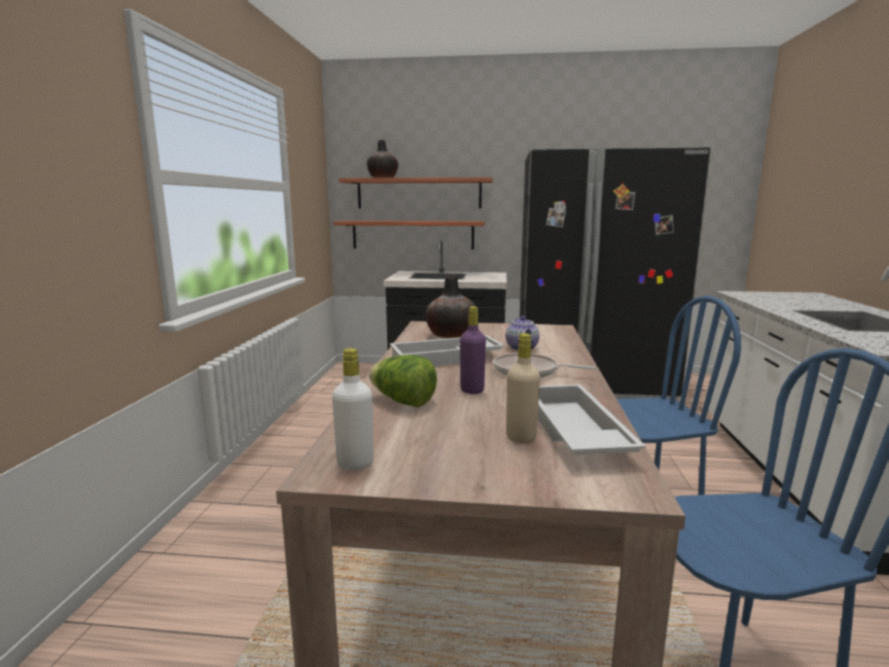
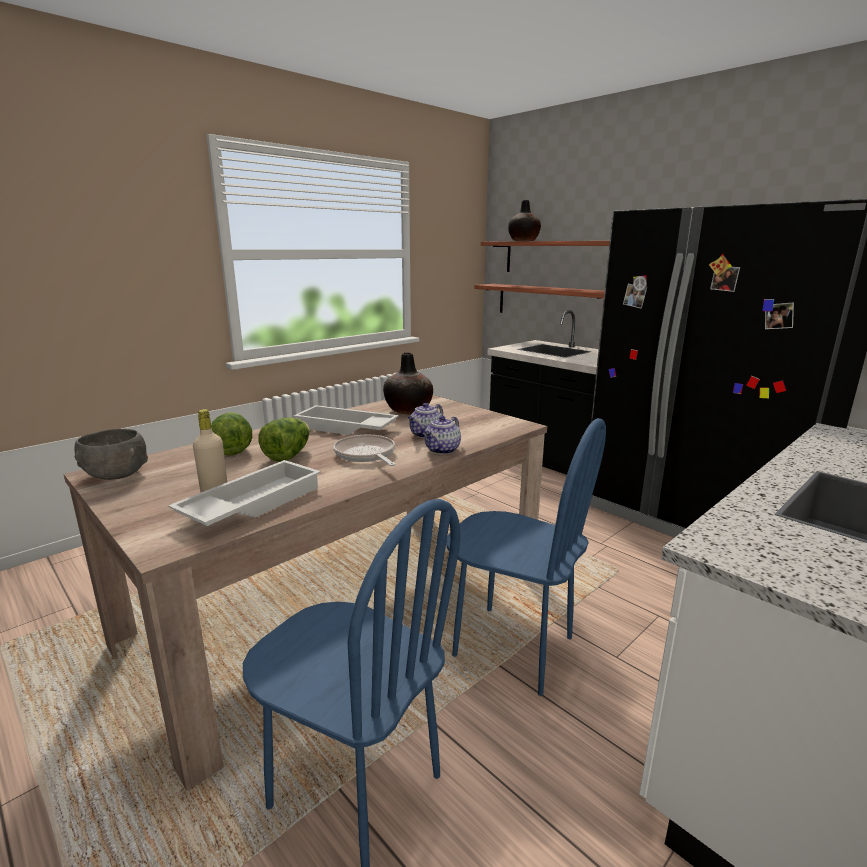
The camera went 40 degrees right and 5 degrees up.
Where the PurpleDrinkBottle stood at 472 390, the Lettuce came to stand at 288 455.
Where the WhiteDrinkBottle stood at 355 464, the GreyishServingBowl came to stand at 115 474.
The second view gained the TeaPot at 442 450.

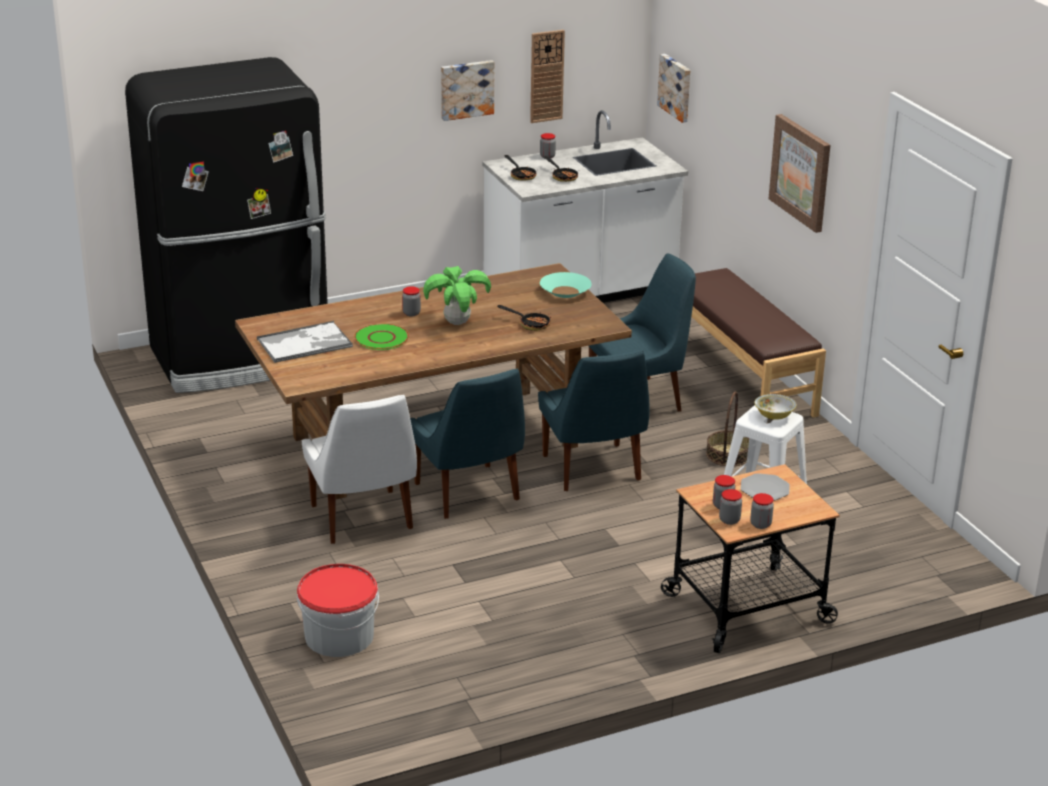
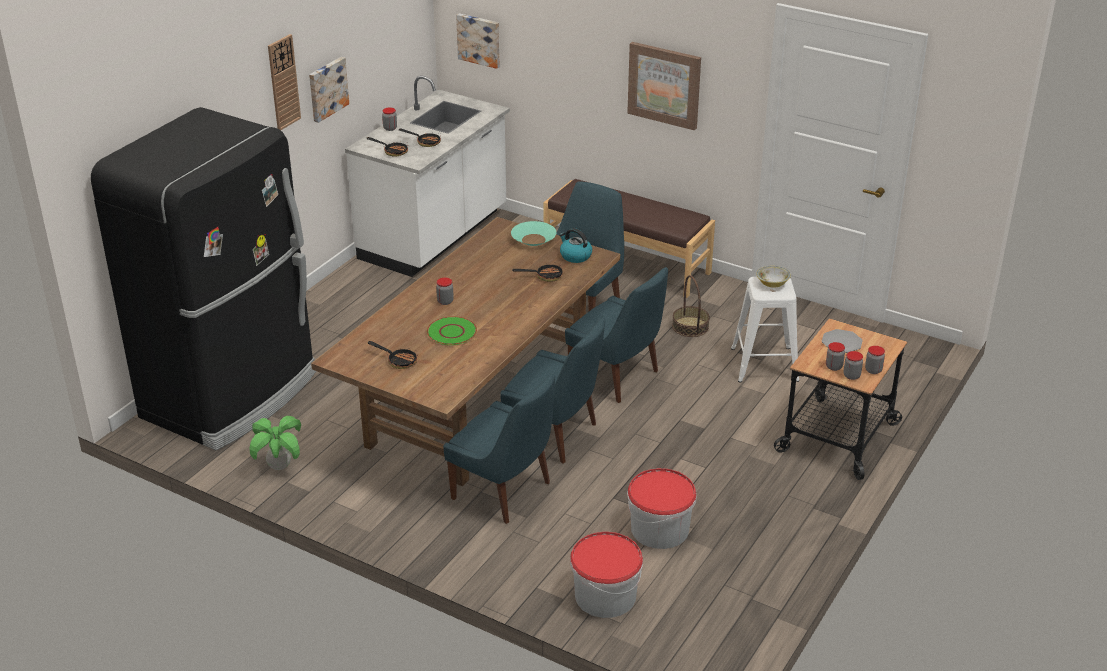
The camera went 35 degrees left and 5 degrees up.
The ClockOnTheWall ended up elsewhere, having gone from 546 76 to 283 82.
The Houseplant ended up elsewhere, having gone from 457 323 to 279 466.
Where the ServingTray stood at 305 343, the Pan came to stand at 398 360.
What was the WhiteChair at 363 519 turned into the BlueChair at 504 492.
The second view gained the TeaKettle at 575 256.
The second view gained the Bucket at 660 529.

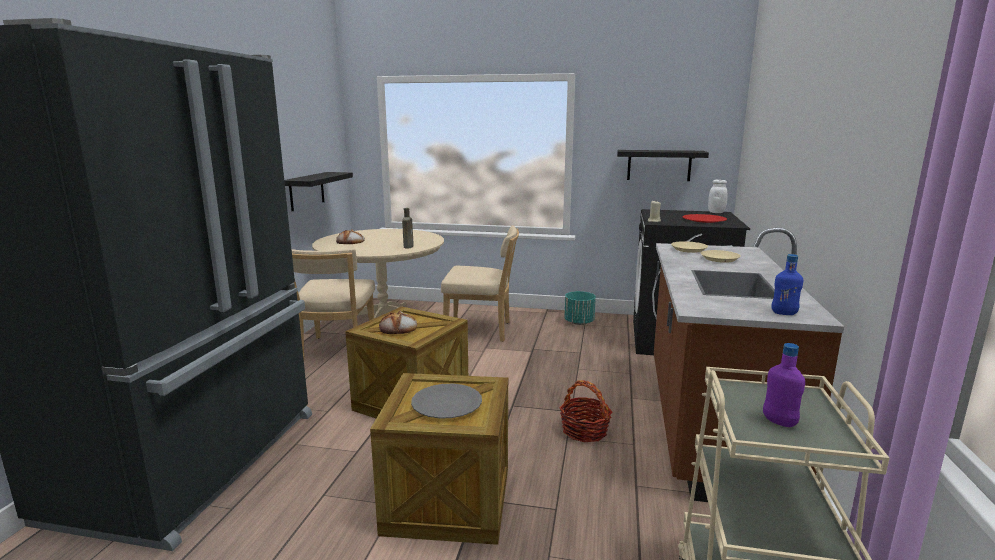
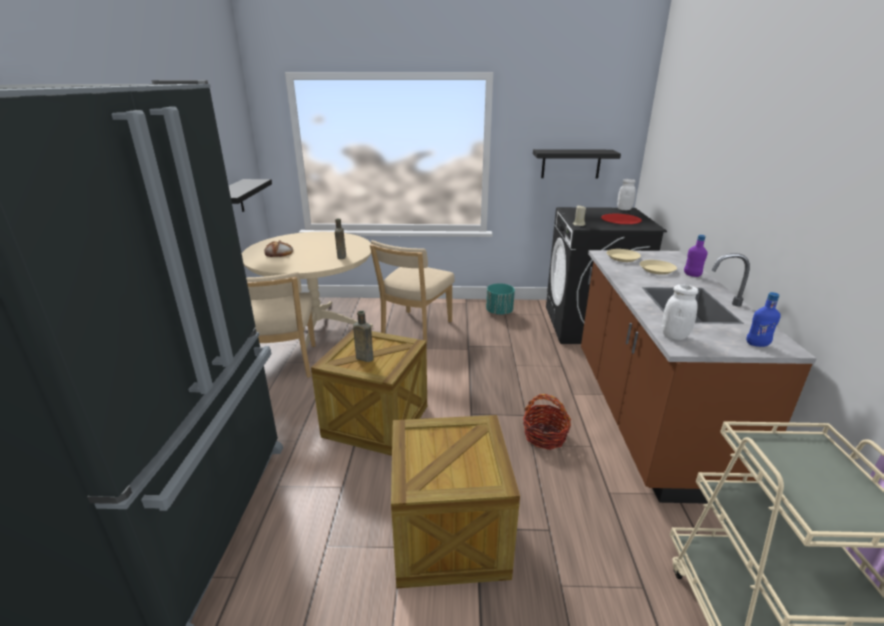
The camera went 10 degrees left and 10 degrees up.
The BeigeColouredChair at 481 331 ended up facing another way, 120 degrees clockwise from before.
Where the BakedBread stood at 398 328, the BrownDrinkBottle came to stand at 363 358.
The PurpleDrinkBottle ended up elsewhere, having gone from 779 422 to 692 275.
The second view lost the GreyishFlatDish at 447 403.
The second view gained the WhiteStorageJar at 674 336.

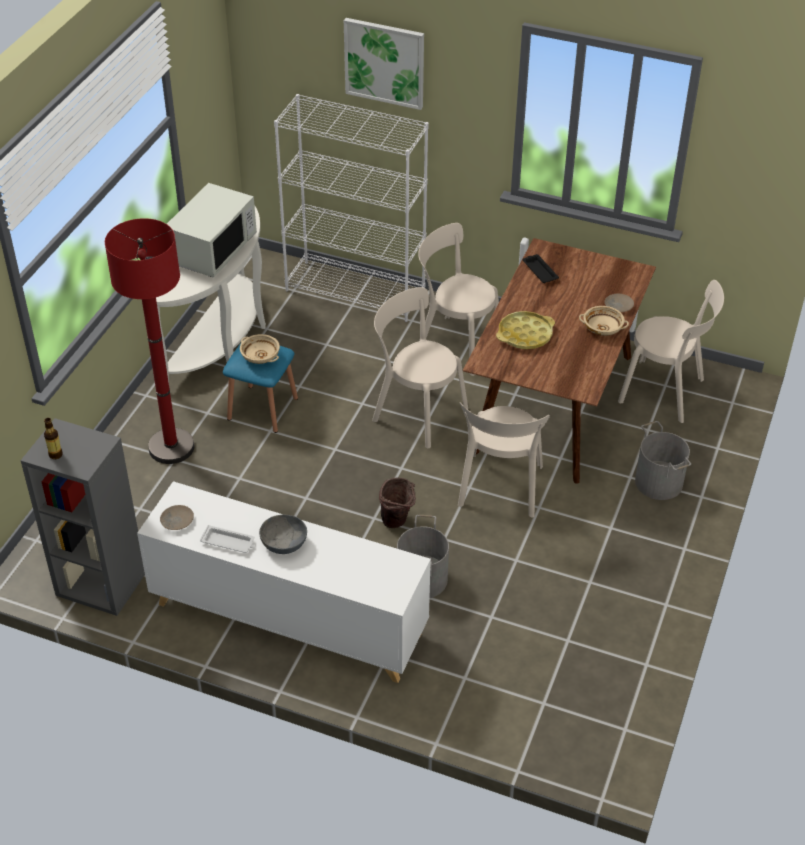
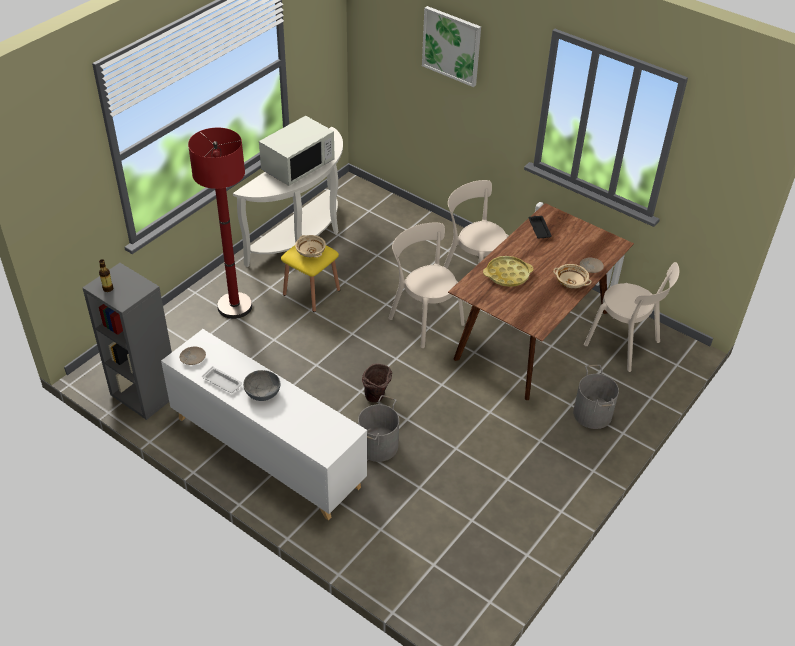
The camera went 15 degrees right and 0 degrees up.
The second view lost the WhiteShelvingUnit at 356 291.
What was the BlueSittingStool at 262 408 turned into the YellowSittingStool at 311 292.
The second view lost the BeigeColouredChair at 500 489.

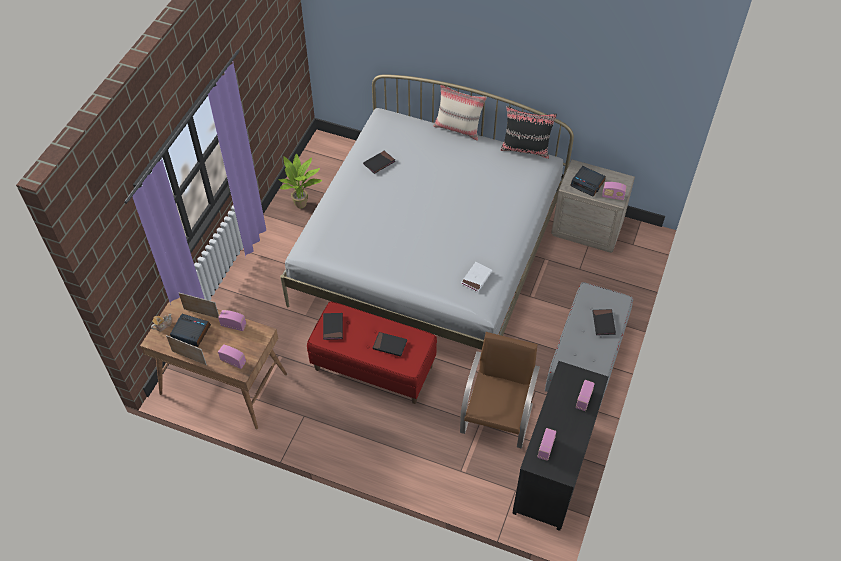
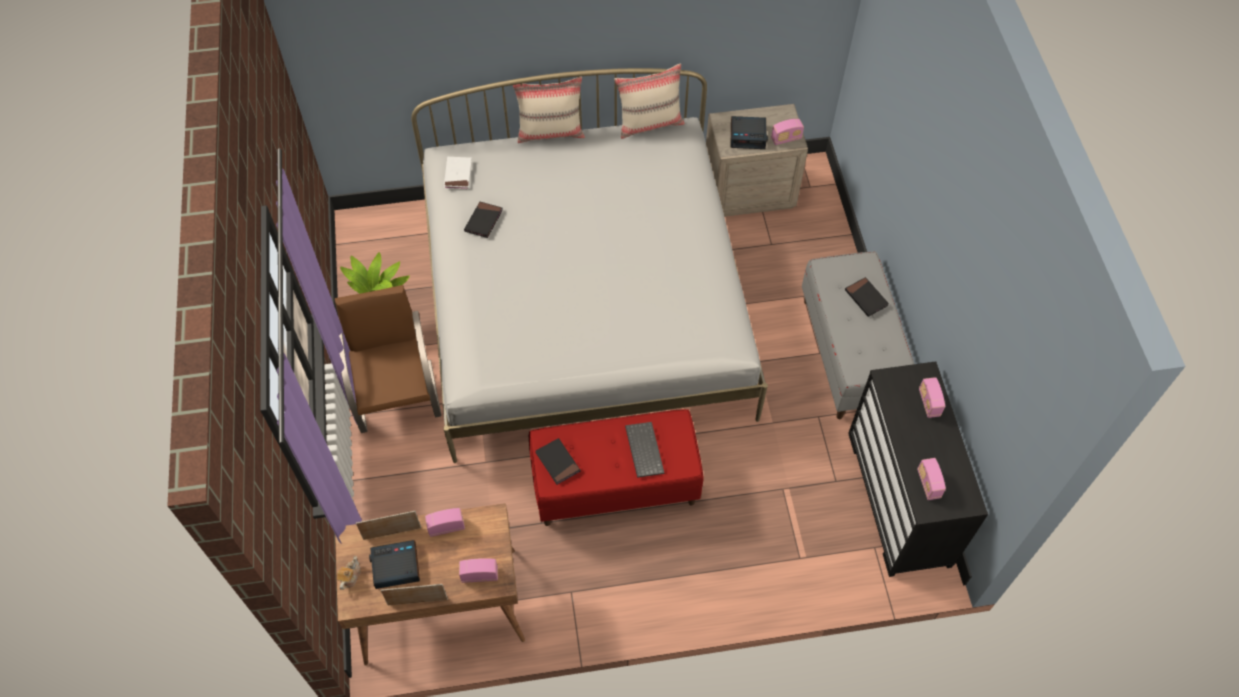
The camera went 30 degrees left and 5 degrees up.
What was the BlackThrowPillow at 526 149 turned into the BeigeColouredThrowPillow at 650 123.
The WhiteBook ended up elsewhere, having gone from 476 278 to 458 174.
Where the BlackBook stood at 389 345, the Keyboard came to stand at 643 449.
The BrownChair ended up elsewhere, having gone from 497 417 to 397 395.

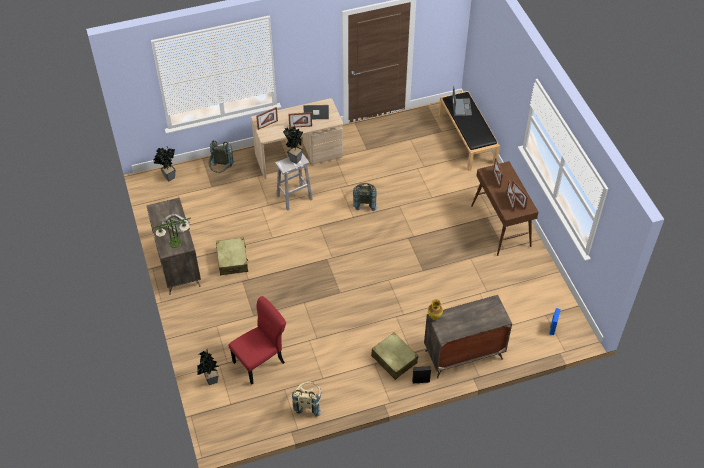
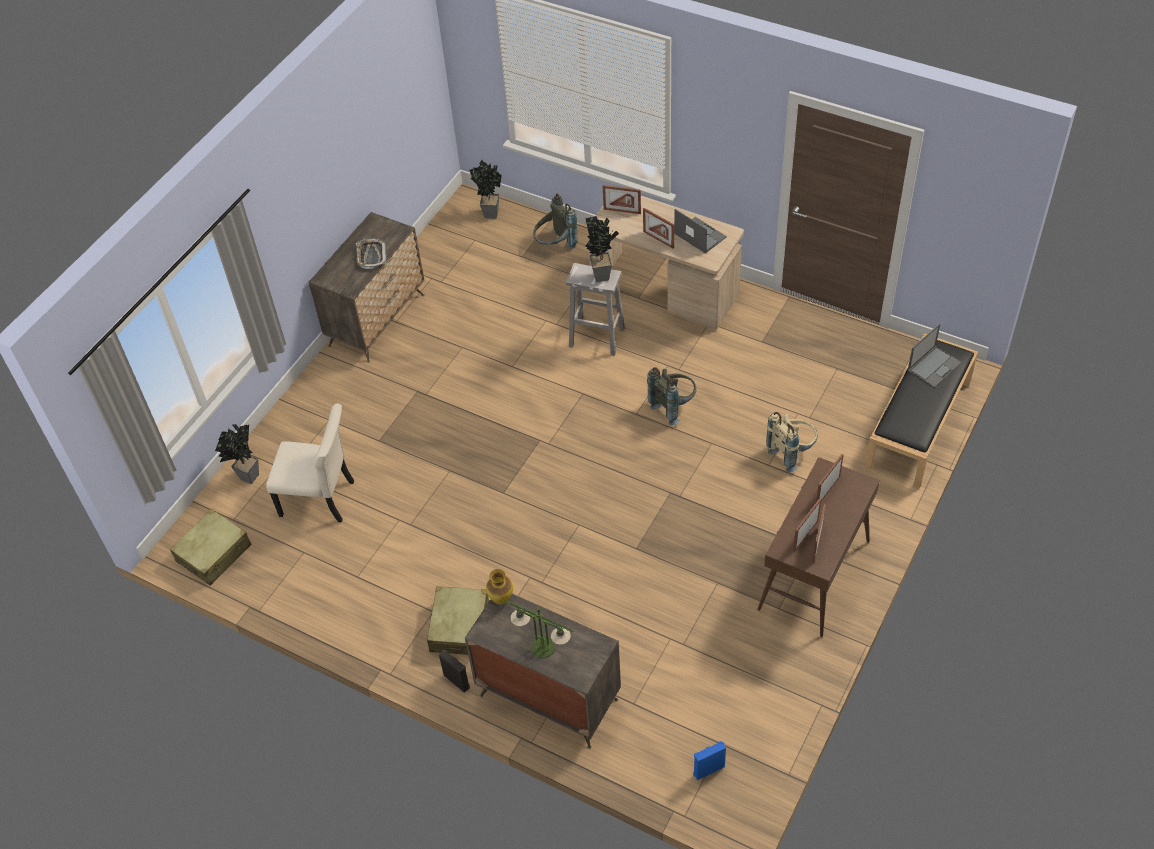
The camera went 50 degrees right and 0 degrees up.
The TableLamp ended up elsewhere, having gone from 175 243 to 542 647.
The BeigeColouredPieceOfLuggage ended up elsewhere, having gone from 232 260 to 214 553.
What was the RedColouredChair at 260 361 turned into the BeigeColouredChair at 320 499.
The BeigeColouredBackpack ended up elsewhere, having gone from 308 404 to 792 452.

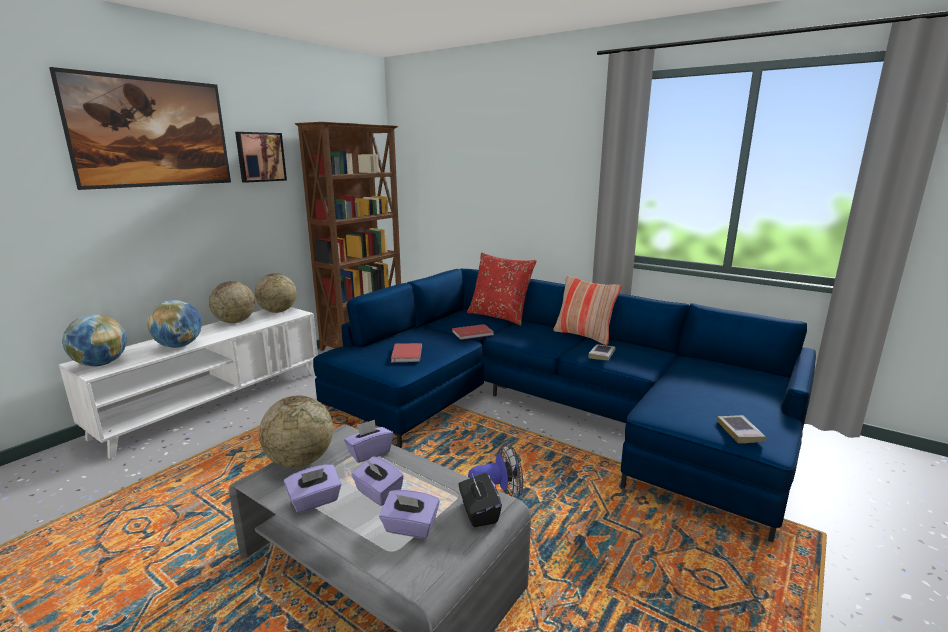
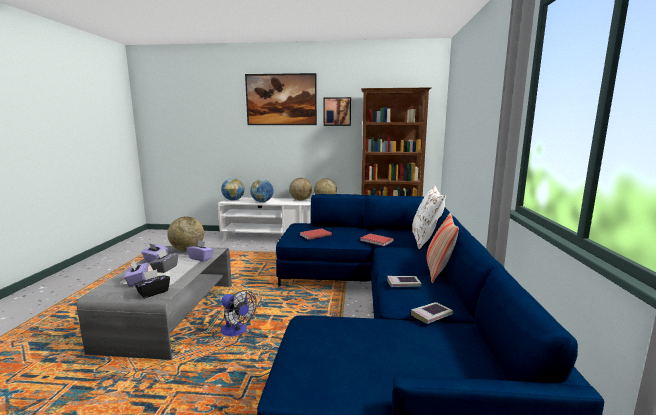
The camera went 60 degrees right and 5 degrees down.
What was the RedColouredThrowPillow at 499 316 turned into the WhiteThrowPillow at 425 240.
The Book ended up elsewhere, having gone from 740 432 to 431 315.
What was the PurpleTissueBox at 378 493 turned into the GreyishTissueBox at 165 268.

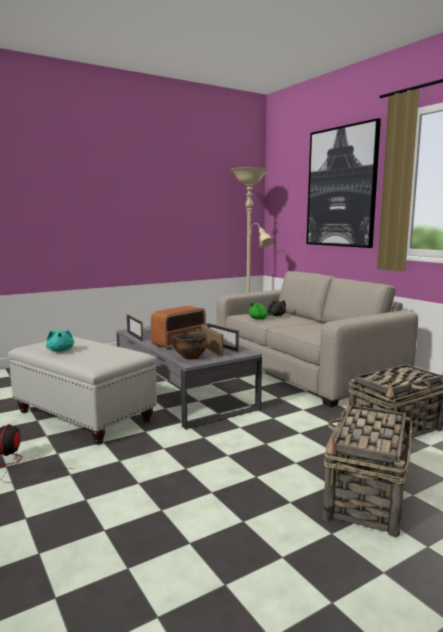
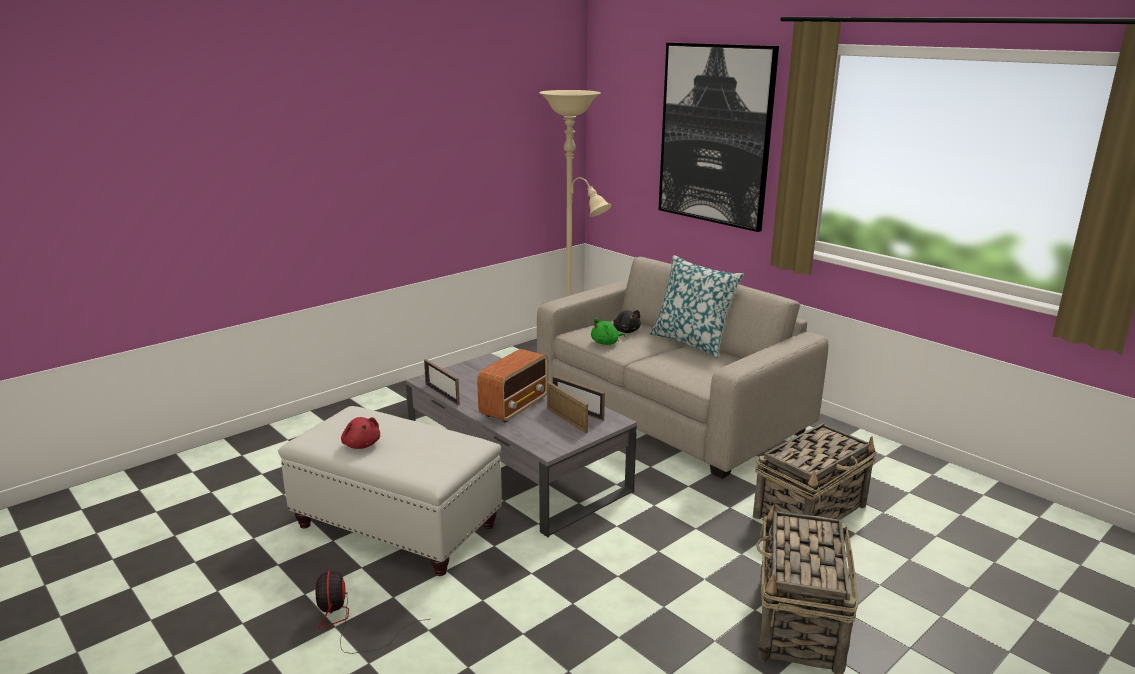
The camera went 10 degrees left and 10 degrees up.
What was the BlueGreenCuddlyToy at 60 350 turned into the RedColouredCuddlyToy at 361 444.
The second view lost the ServingBowl at 190 357.
The second view gained the ThrowPillow at 692 342.

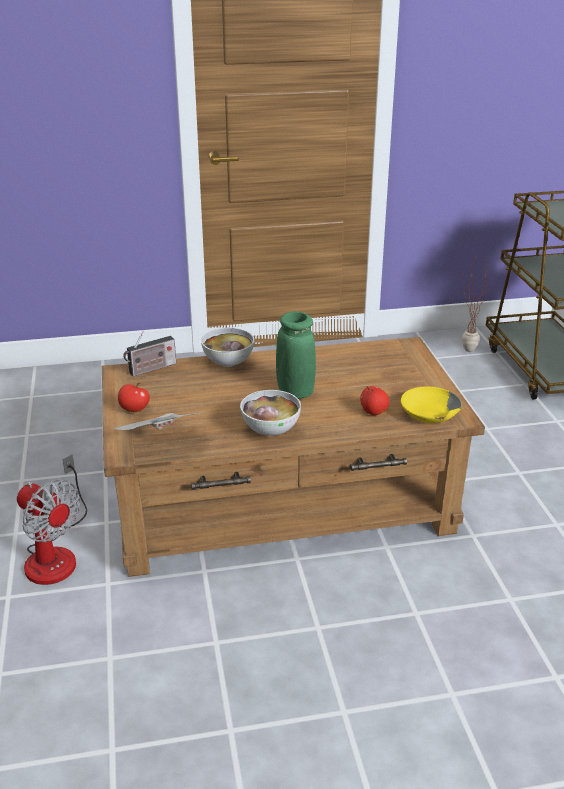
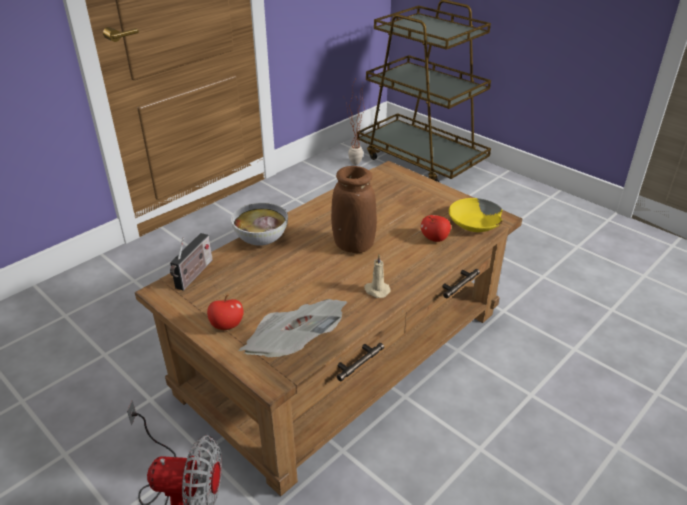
The camera went 35 degrees left and 5 degrees up.
What was the GreenColouredVase at 295 392 turned into the BrownVase at 353 246.
Where the ServingBowl stood at 271 430, the BeigeColouredWaxLight came to stand at 376 290.

